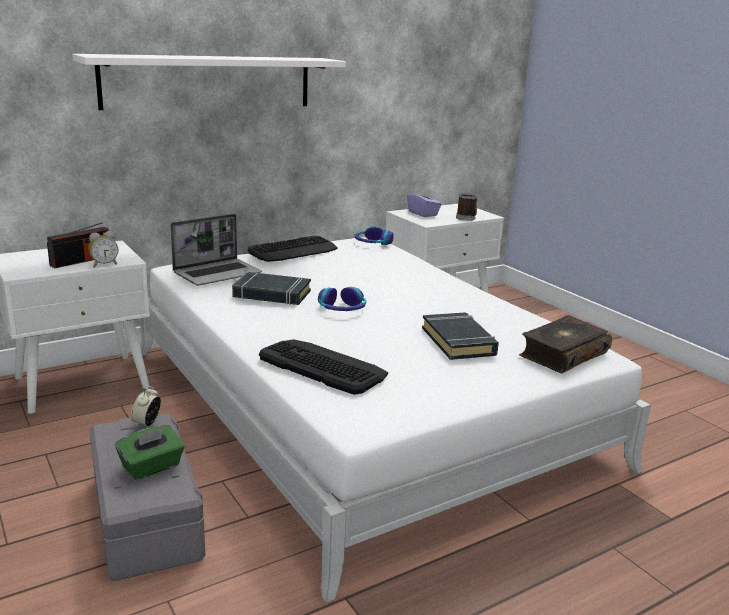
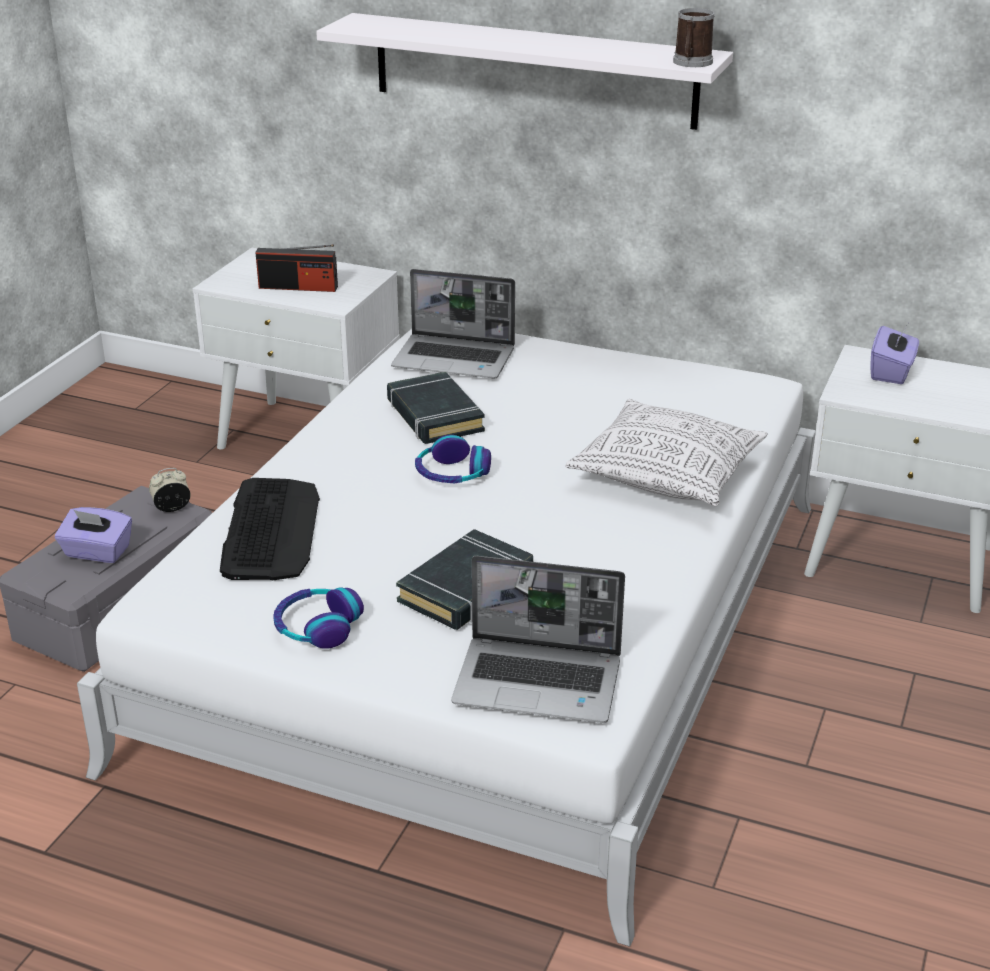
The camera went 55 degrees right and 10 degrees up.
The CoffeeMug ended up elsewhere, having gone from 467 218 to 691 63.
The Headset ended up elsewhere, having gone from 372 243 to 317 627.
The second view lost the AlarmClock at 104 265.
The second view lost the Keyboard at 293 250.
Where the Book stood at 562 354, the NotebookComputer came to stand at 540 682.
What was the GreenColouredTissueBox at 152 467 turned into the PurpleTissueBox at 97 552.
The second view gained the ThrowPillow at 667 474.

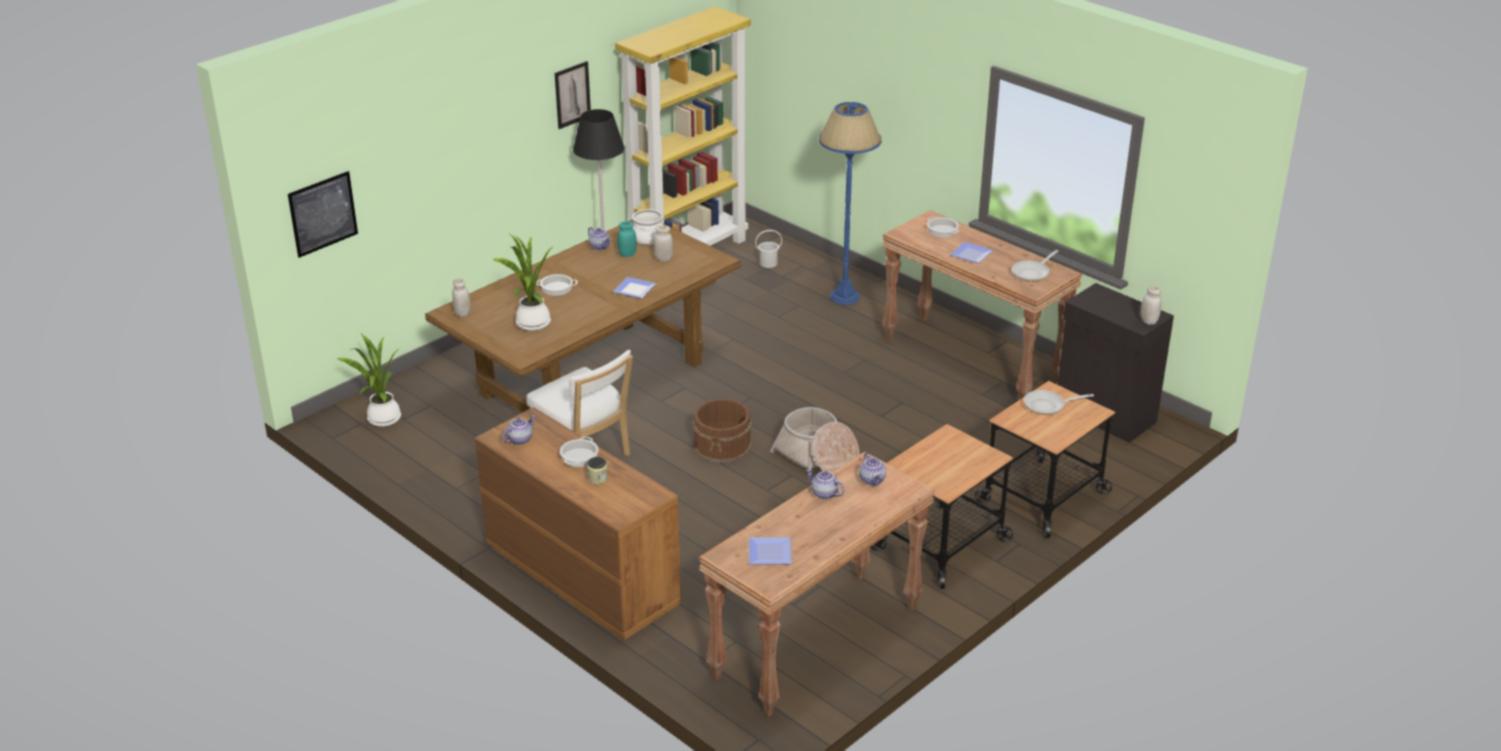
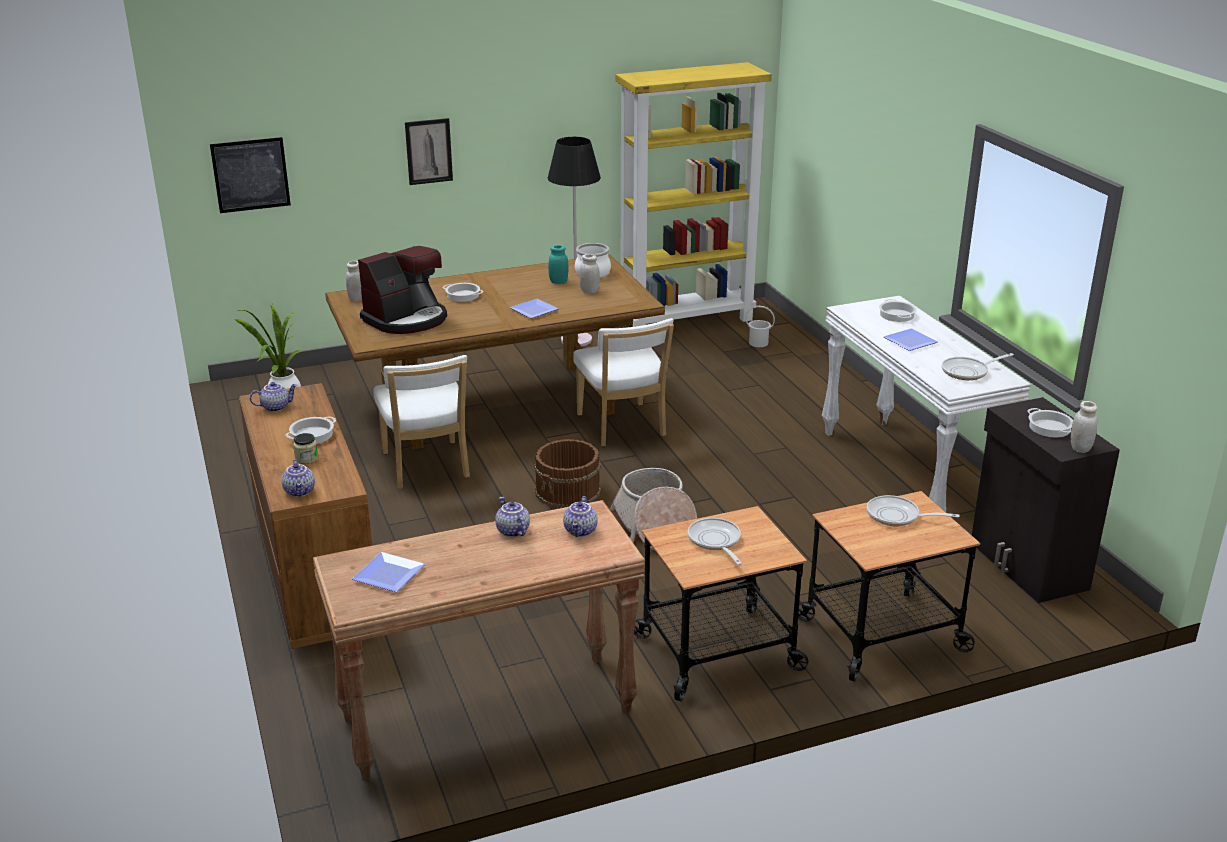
The camera went 25 degrees right and 5 degrees down.
The WallArt ended up elsewhere, having gone from 572 94 to 429 151.
The second view lost the BlueStandardLamp at 844 297.
What was the BrownHallTable at 972 359 turned into the WhiteHallTable at 908 473.
The TeaPot ended up elsewhere, having gone from 600 246 to 300 491.
Where the Houseplant stood at 531 324, the CoffeeBrewer came to stand at 407 319.
The second view gained the WhiteChair at 622 427.
The second view gained the Saucepot at 1050 428.
The second view gained the Pan at 715 541.

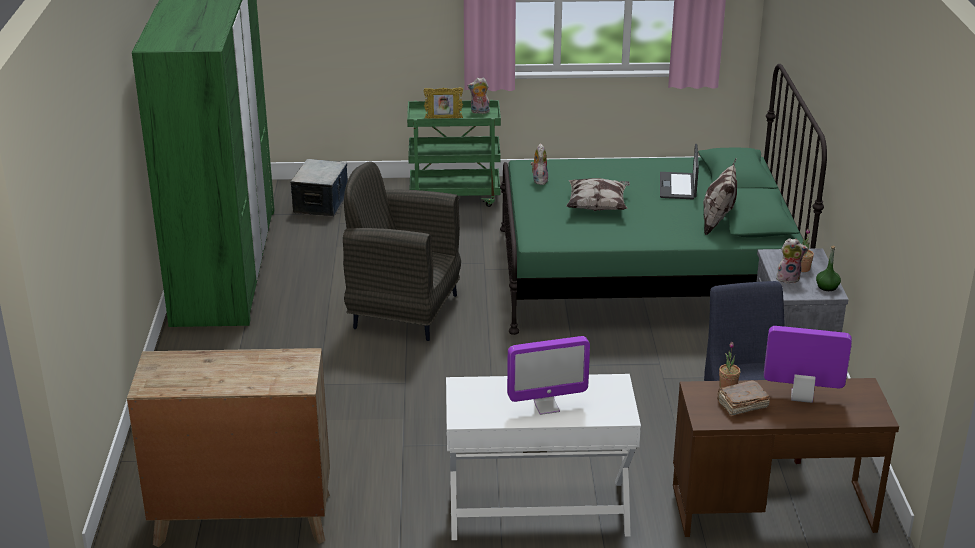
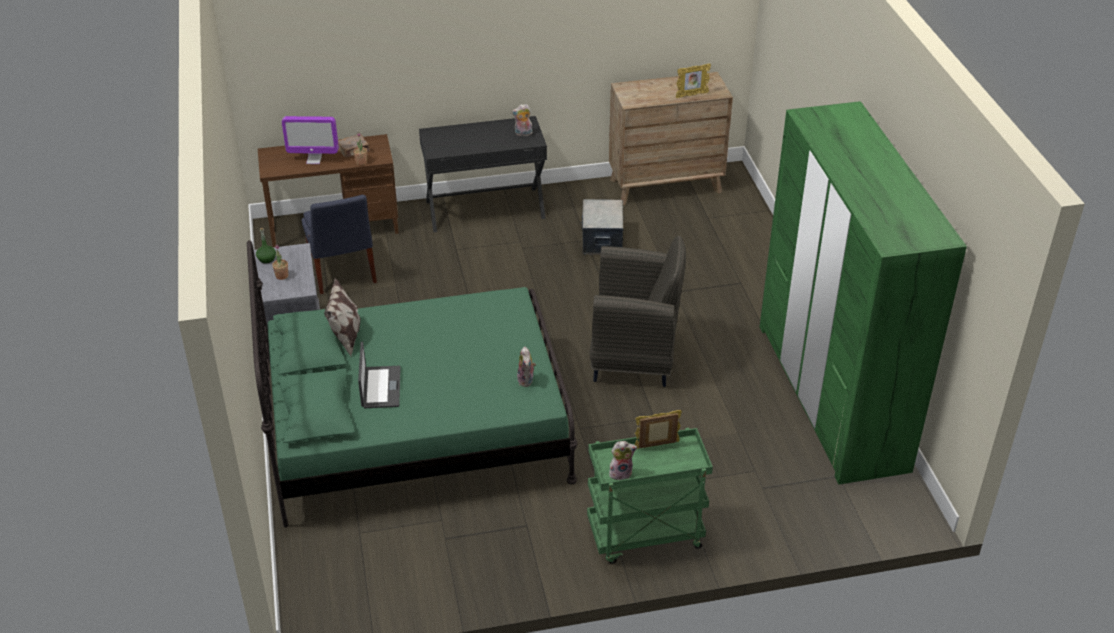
The camera went 170 degrees right and 10 degrees up.
The StorageContainer ended up elsewhere, having gone from 321 203 to 601 240.
The second view lost the ThrowPillow at 598 206.
The CuddlyToy ended up elsewhere, having gone from 788 278 to 523 134.
The second view lost the ComputerDisplay at 546 407.
What was the WhiteDesk at 538 510 turned into the BlackDesk at 485 209.
The second view gained the PictureFrame at 691 95.

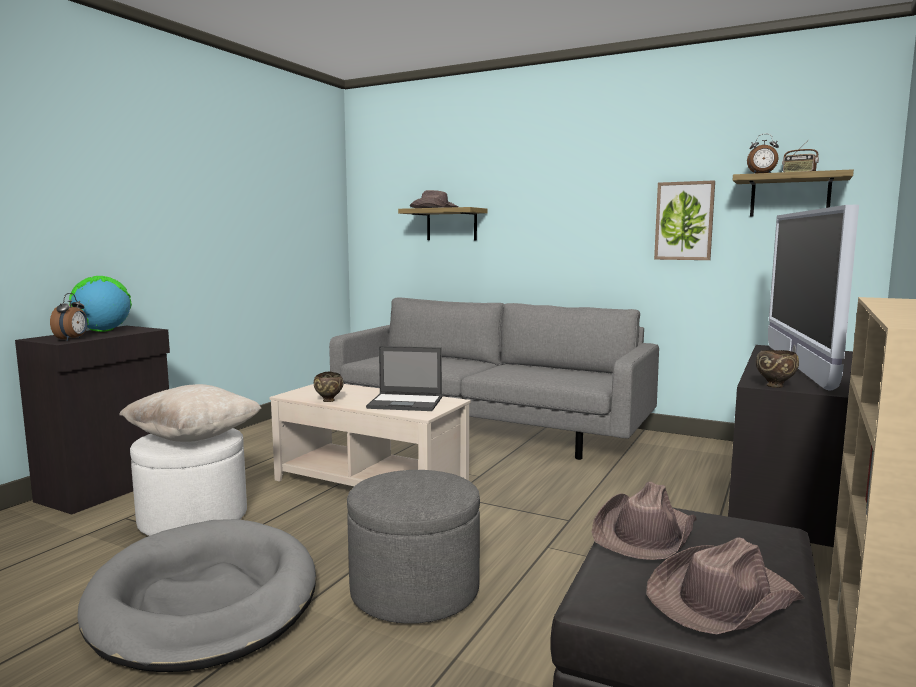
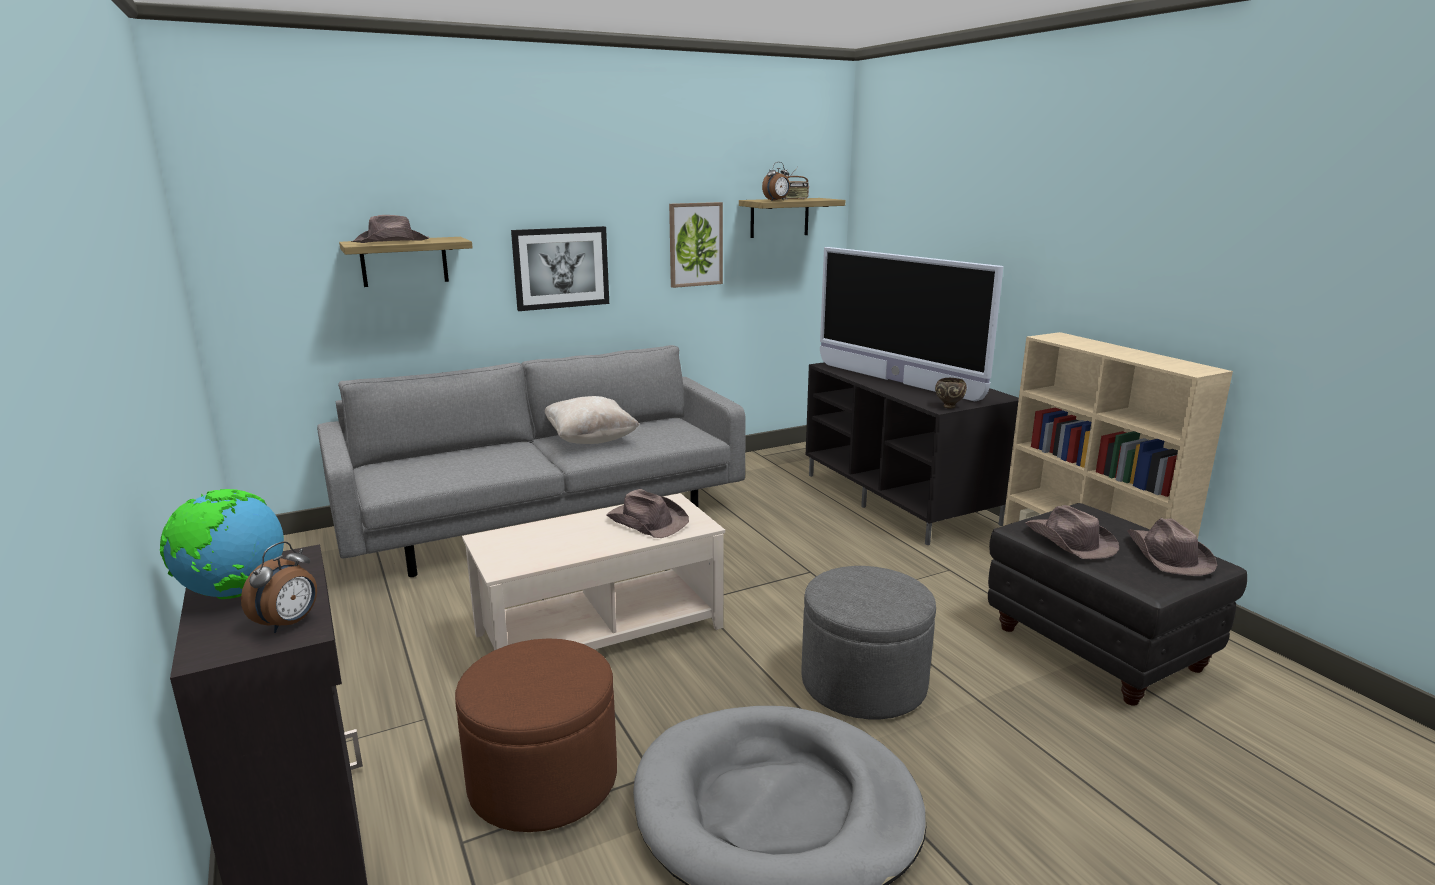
The camera went 55 degrees left and 10 degrees up.
The AlarmClock at 72 339 ended up facing another way, 75 degrees clockwise from before.
Where the NotebookComputer stood at 406 403, the BrownHat came to stand at 647 521.
The second view lost the BrownServingBowl at 329 401.
The BeigeColouredThrowPillow ended up elsewhere, having gone from 194 437 to 590 440.
What was the WhiteFootrest at 193 518 turned into the BrownFootrest at 543 780.
The second view gained the WallArt at 561 268.

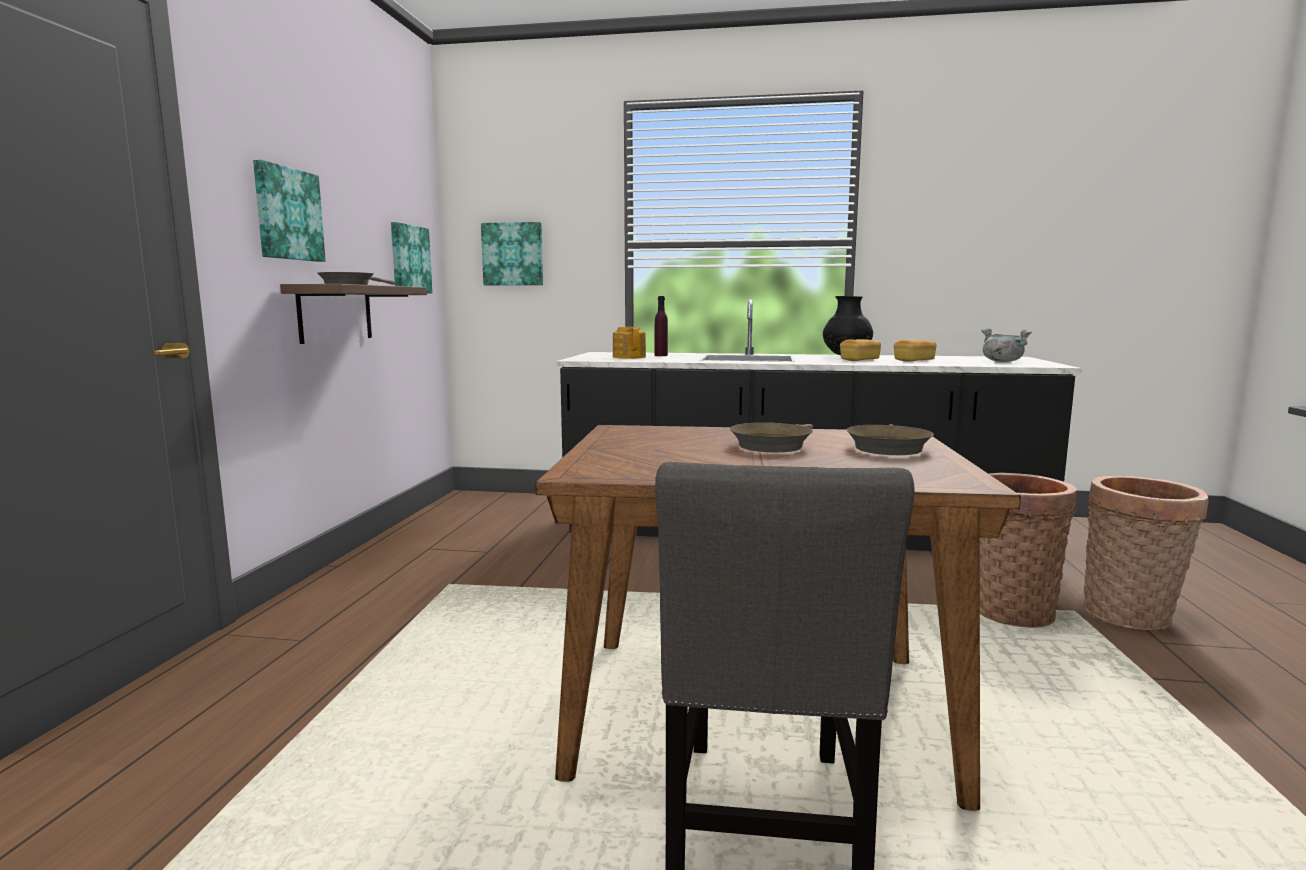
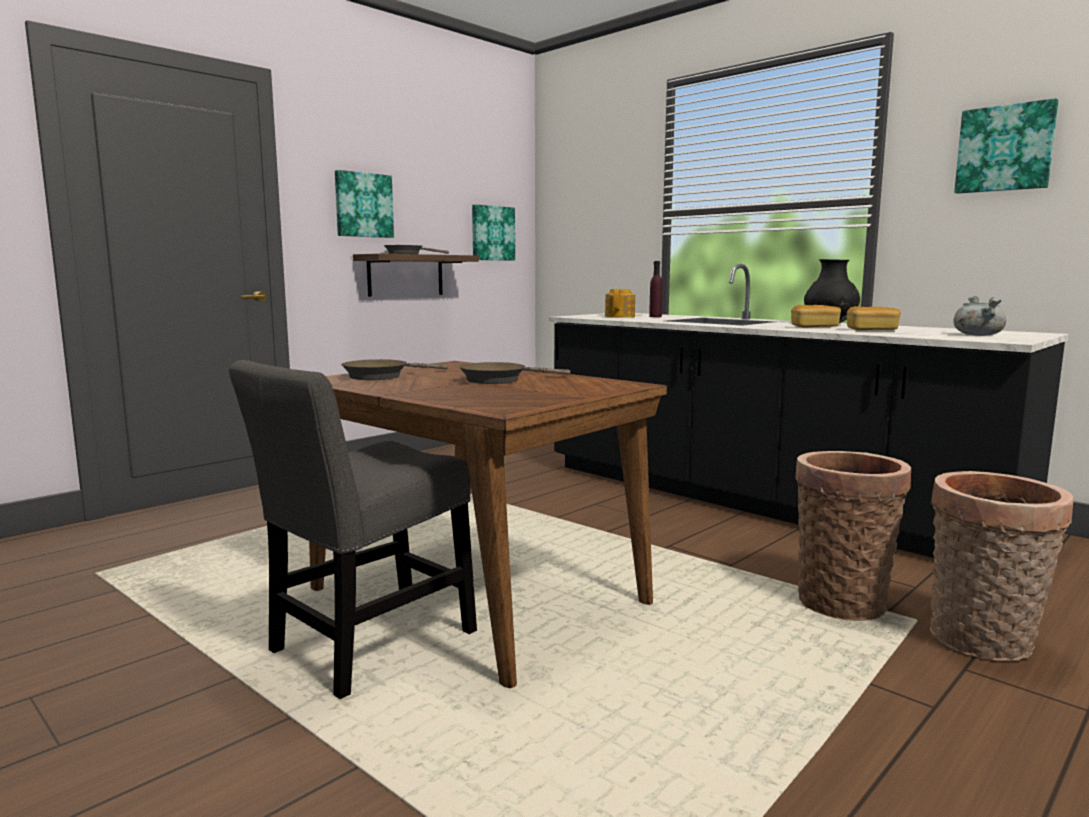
The camera went 35 degrees right and 0 degrees up.
The WallArt ended up elsewhere, having gone from 513 254 to 1005 148.
The BrownPan ended up elsewhere, having gone from 887 447 to 380 376.

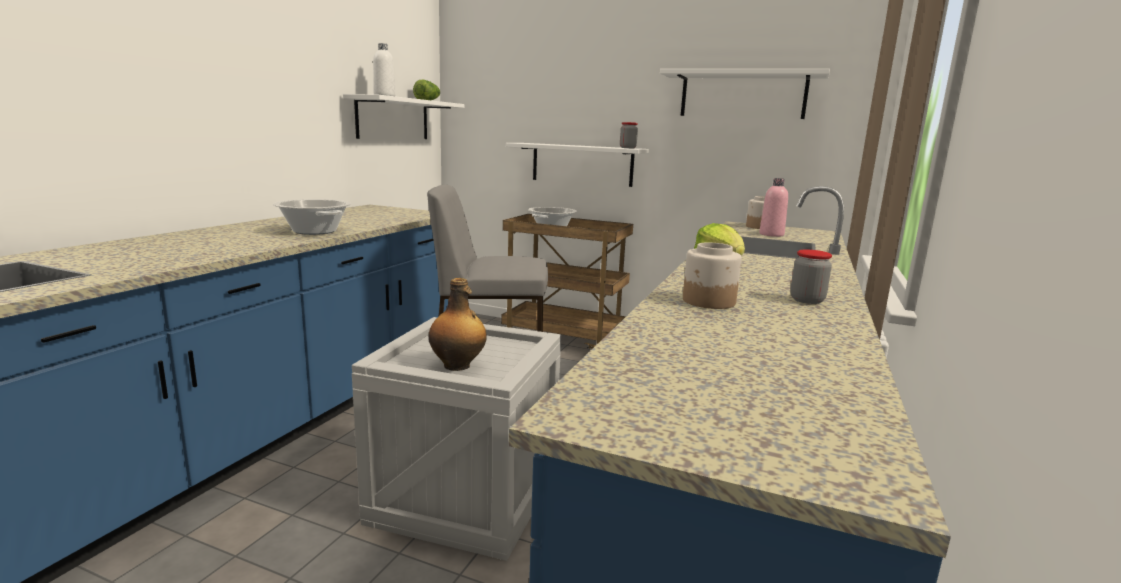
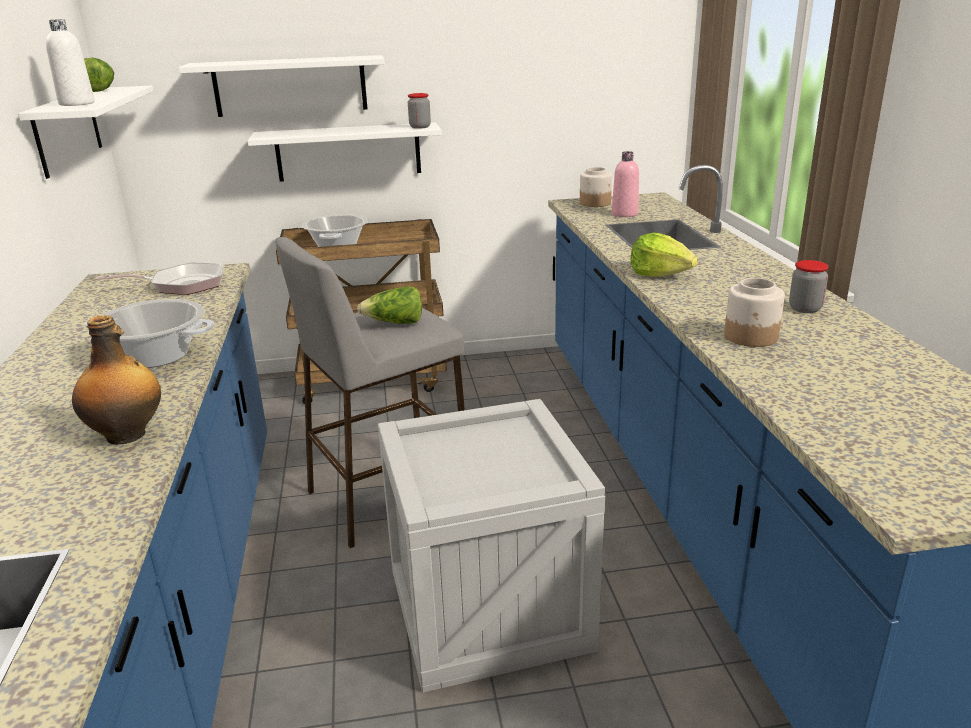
The camera went 30 degrees left and 10 degrees up.
The WhiteBracketShelf ended up elsewhere, having gone from 742 95 to 290 86.
The DrinkBottle ended up elsewhere, having gone from 458 366 to 128 435.
The second view gained the Pan at 182 285.
The second view gained the Lettuce at 395 323.

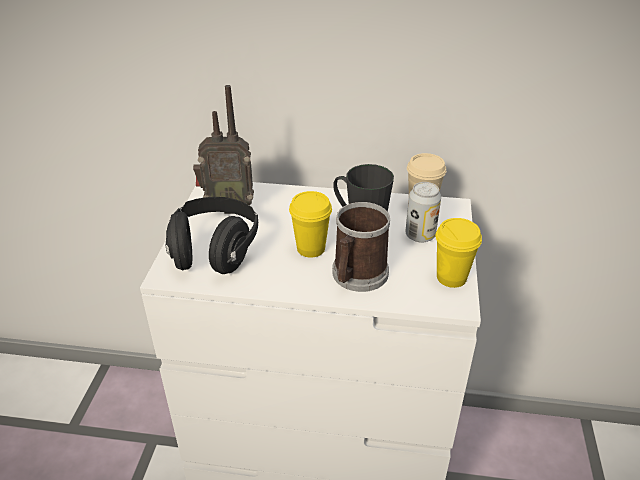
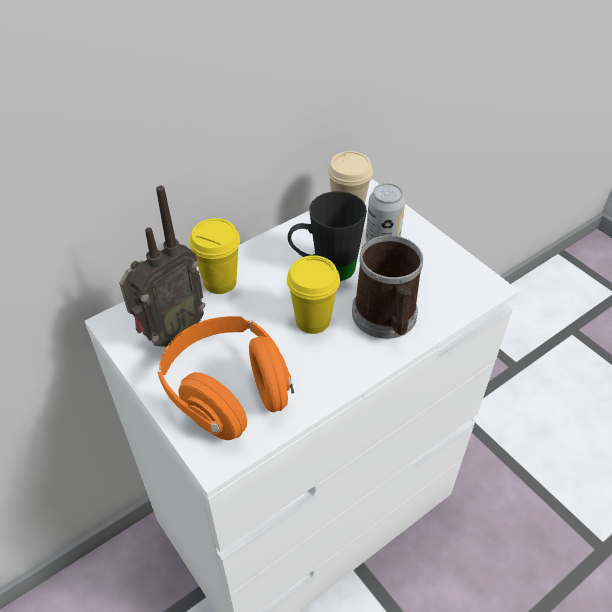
The camera went 45 degrees left and 10 degrees up.
What was the BlackHeadset at 214 252 turned into the OrangeHeadset at 228 393.
The YellowDrinkingCup ended up elsewhere, having gone from 451 278 to 220 282.

